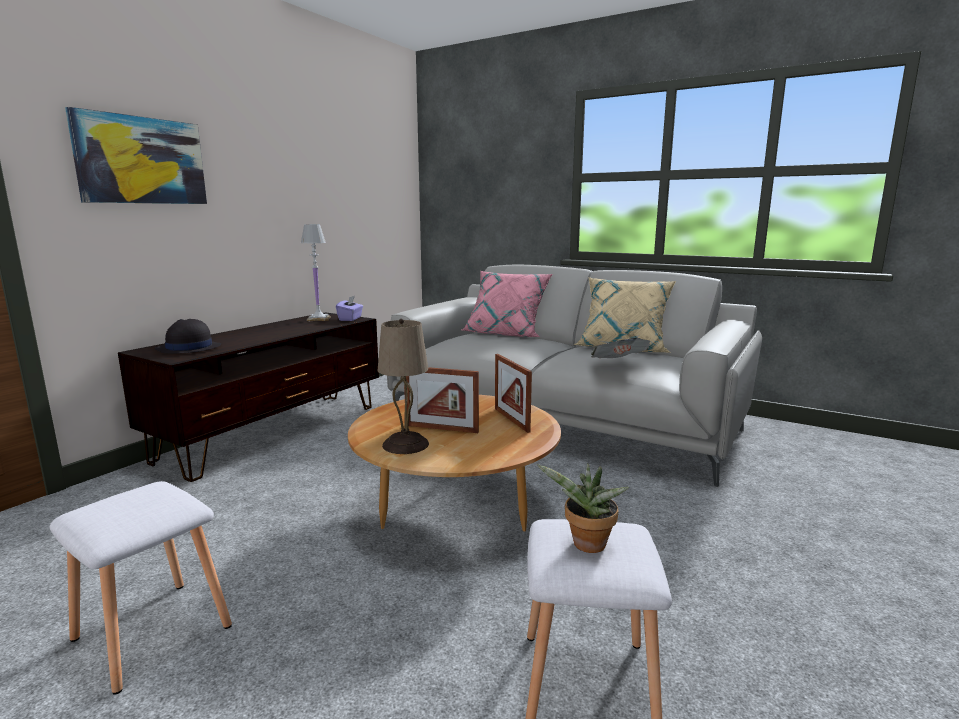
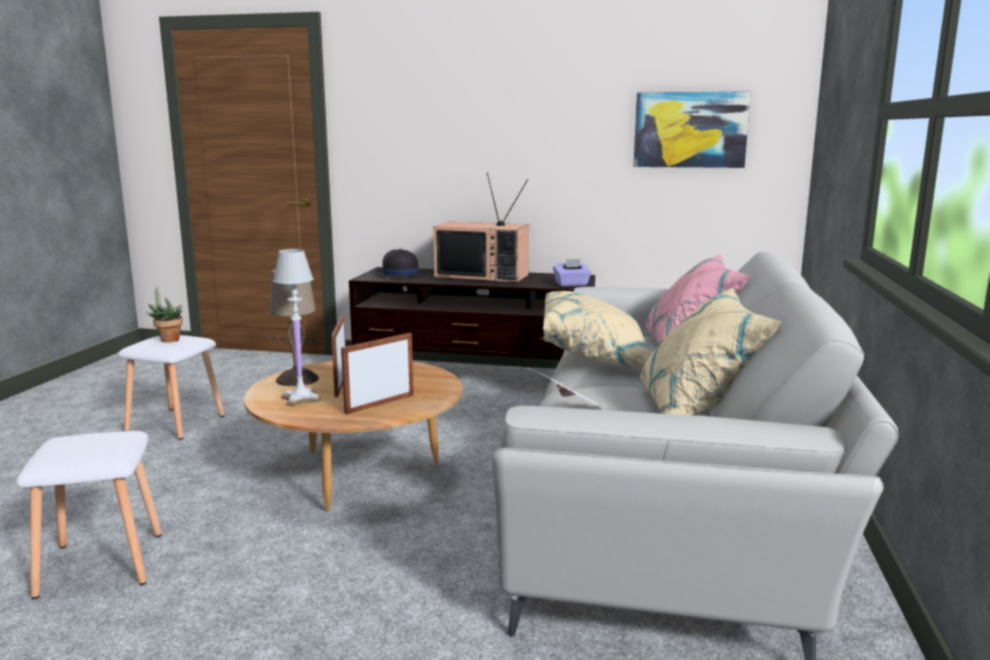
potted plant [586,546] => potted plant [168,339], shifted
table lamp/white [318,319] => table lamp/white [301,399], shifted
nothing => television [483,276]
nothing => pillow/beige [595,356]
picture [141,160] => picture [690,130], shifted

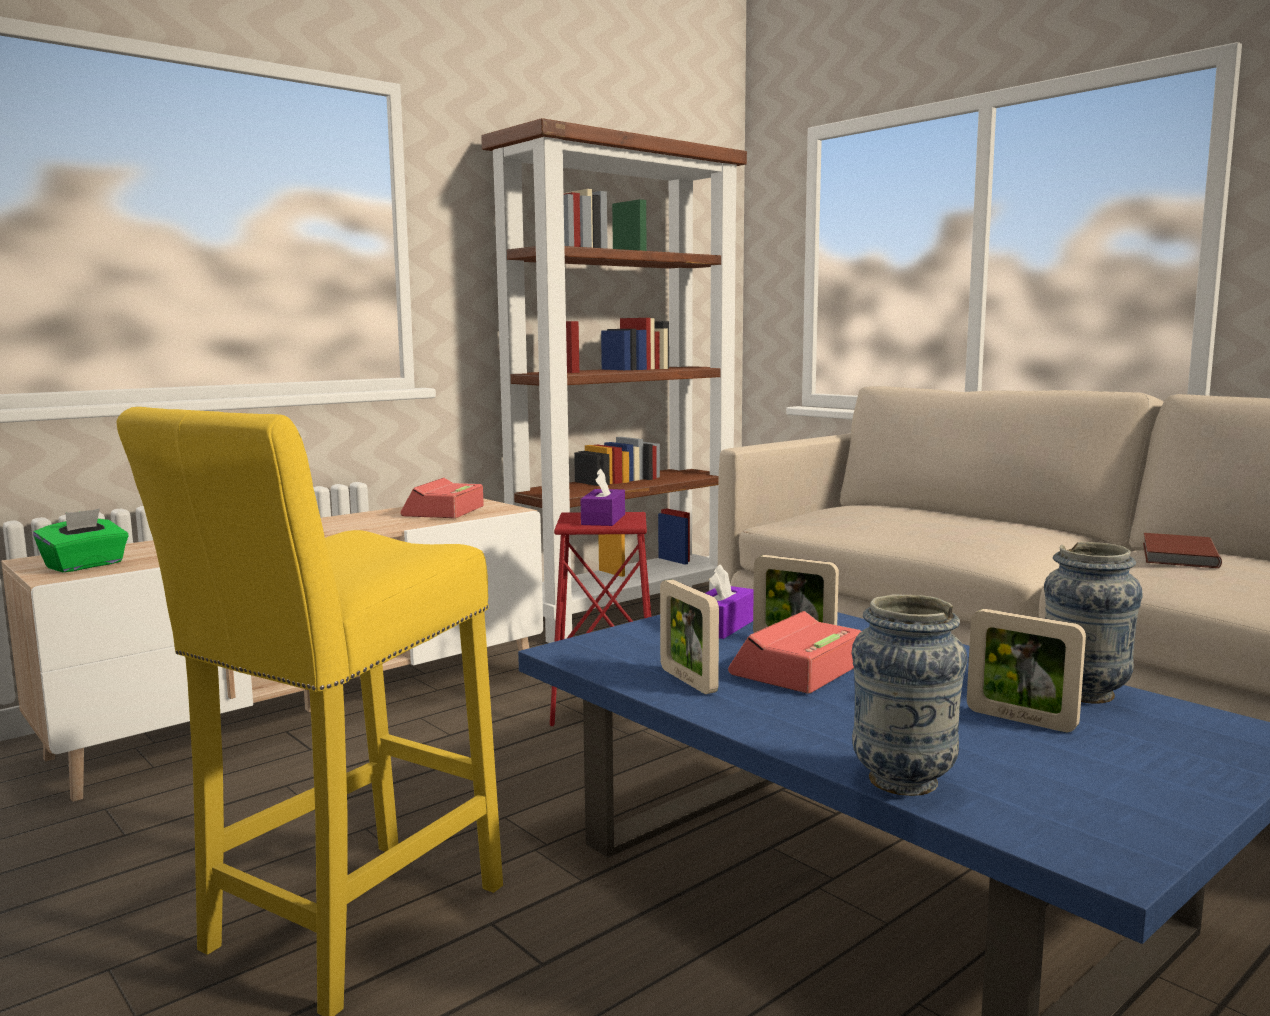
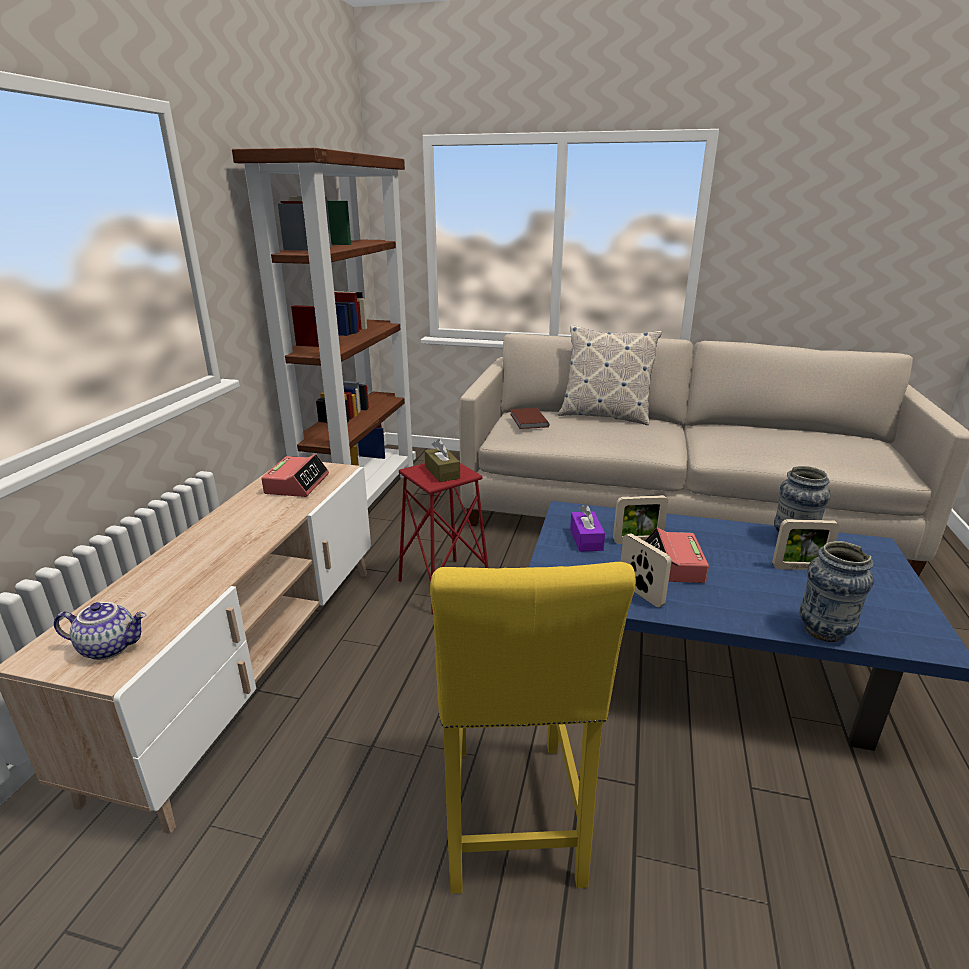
tissue box/green [85,565] => teapot [110,647]
alarm clock [443,512] => alarm clock [297,484], 150 degrees counterclockwise
tissue box/purple [603,519] => tissue box/brown [442,472]
book/brown [1176,555] => book/brown [528,420], shifted
nothing => pillow [604,416]
picture frame [688,680] => picture frame [640,594], 150 degrees counterclockwise

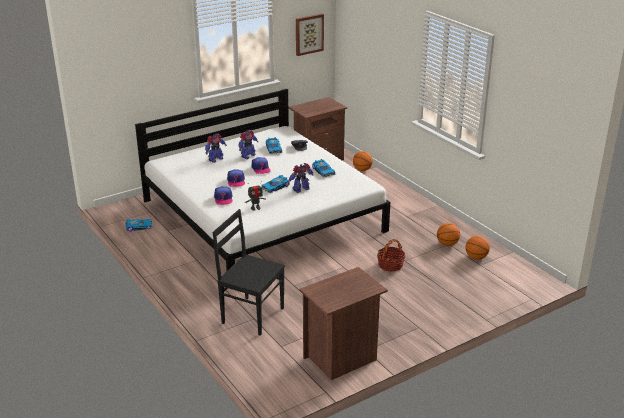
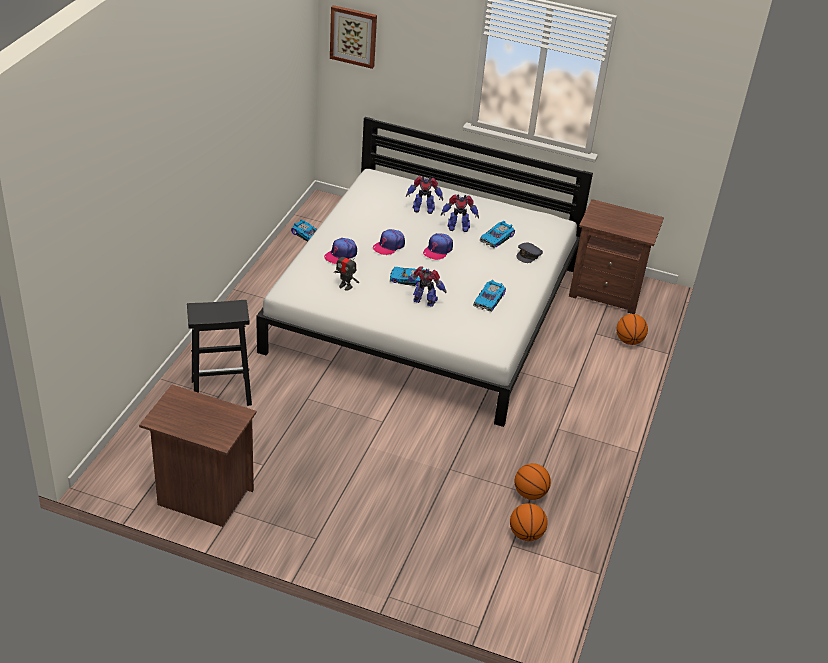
chair/black [251,315] => stool/black [222,392]
picture [309,34] => picture [353,36], shifted
basket [390,265] => nothing

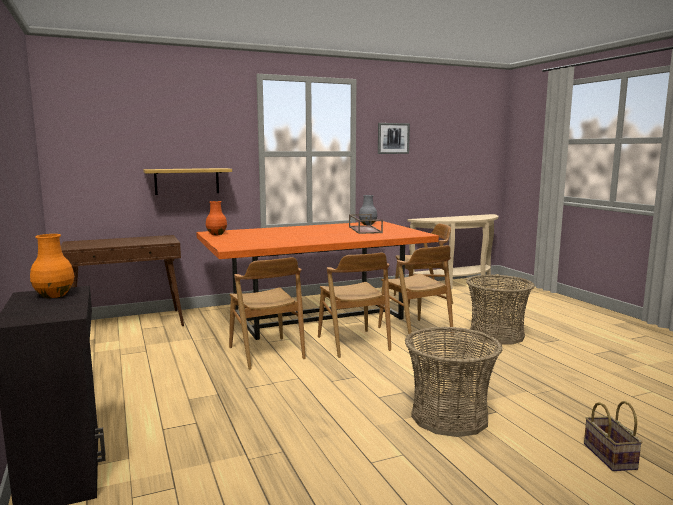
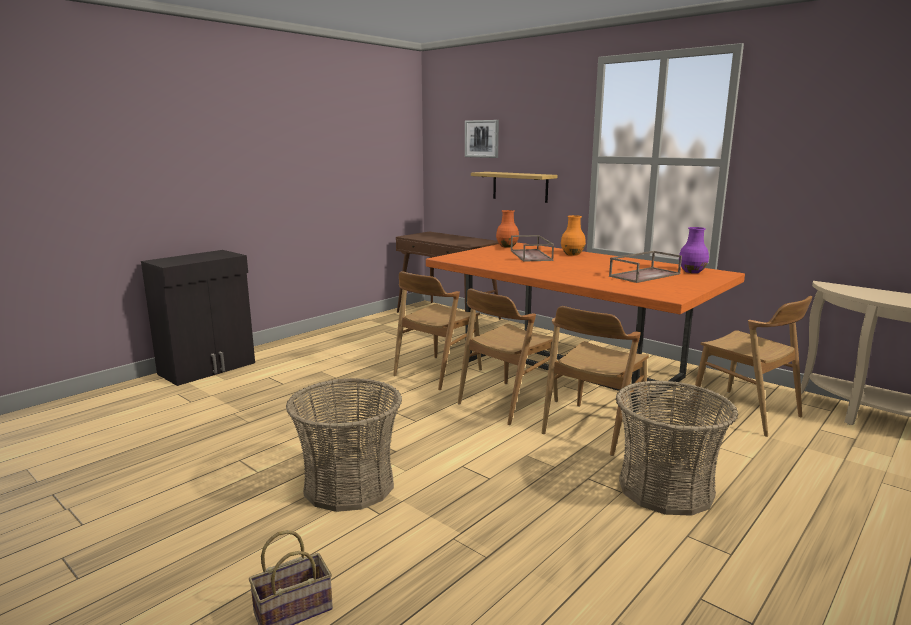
picture [393,138] => picture [482,139], shifted
nothing => tray/brown [531,255]
vase/orange [54,295] => vase/orange [572,254], shifted
vase/grey [367,224] => vase/purple [692,271]

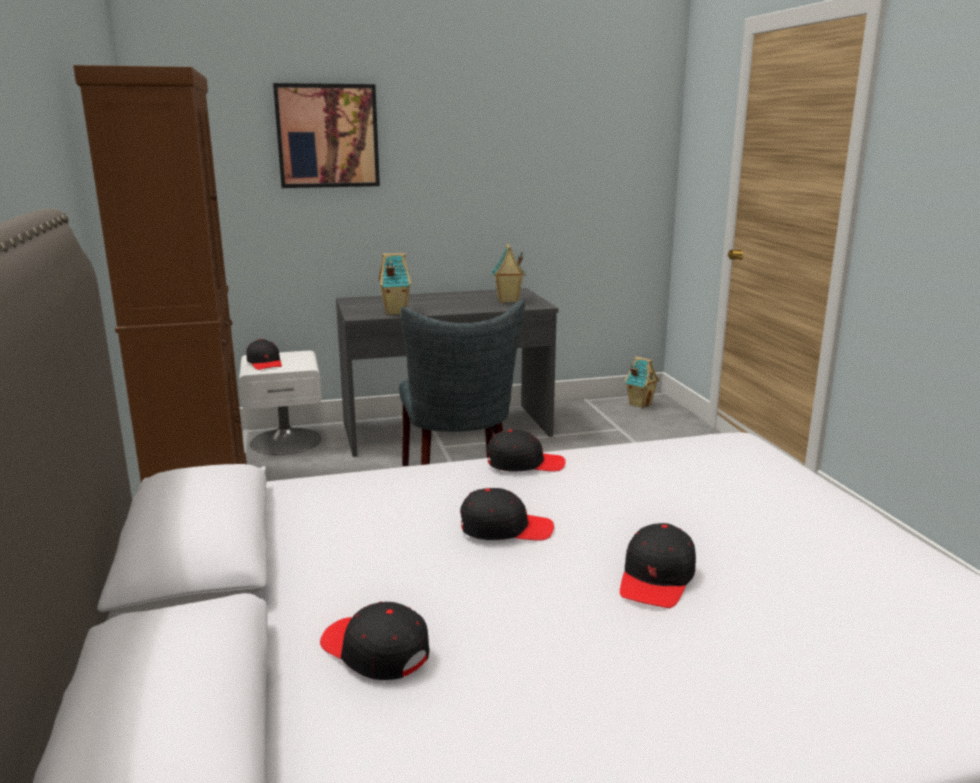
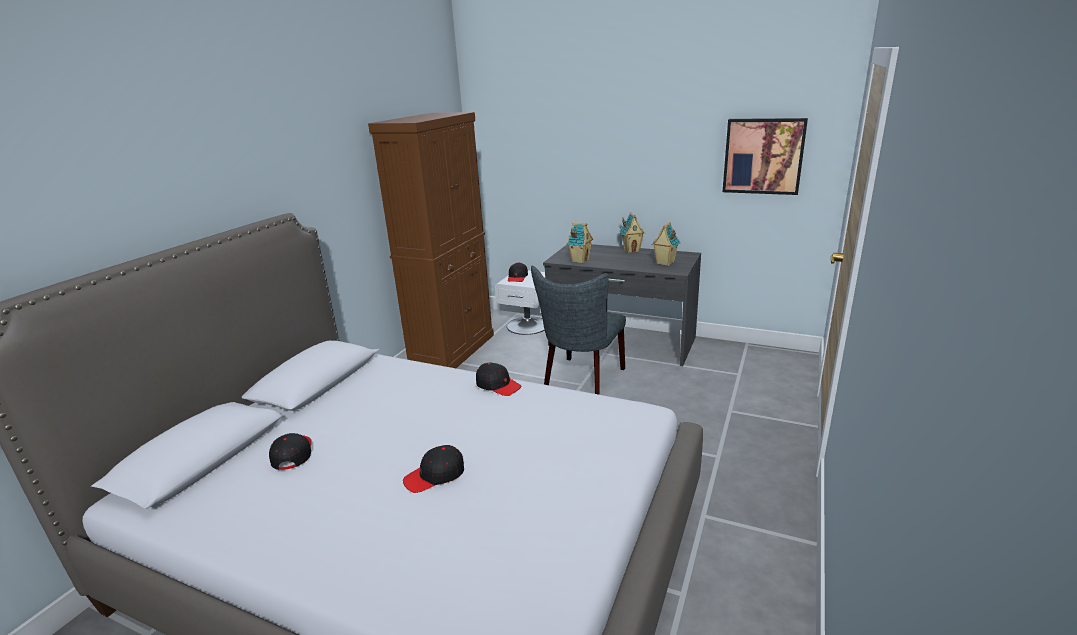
toy house [639,404] => toy house [632,250], shifted
picture [327,136] => picture [763,156], shifted
cap/black [505,528] => nothing

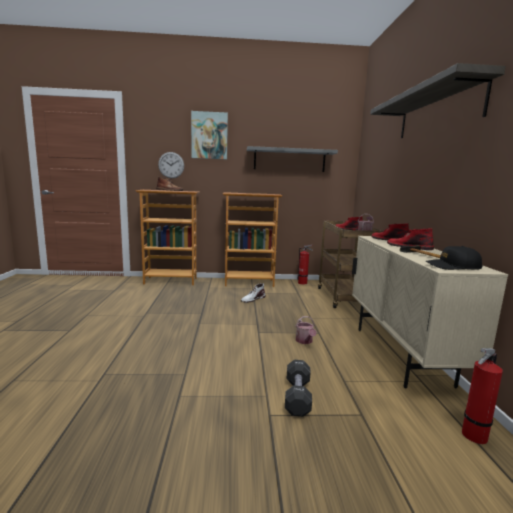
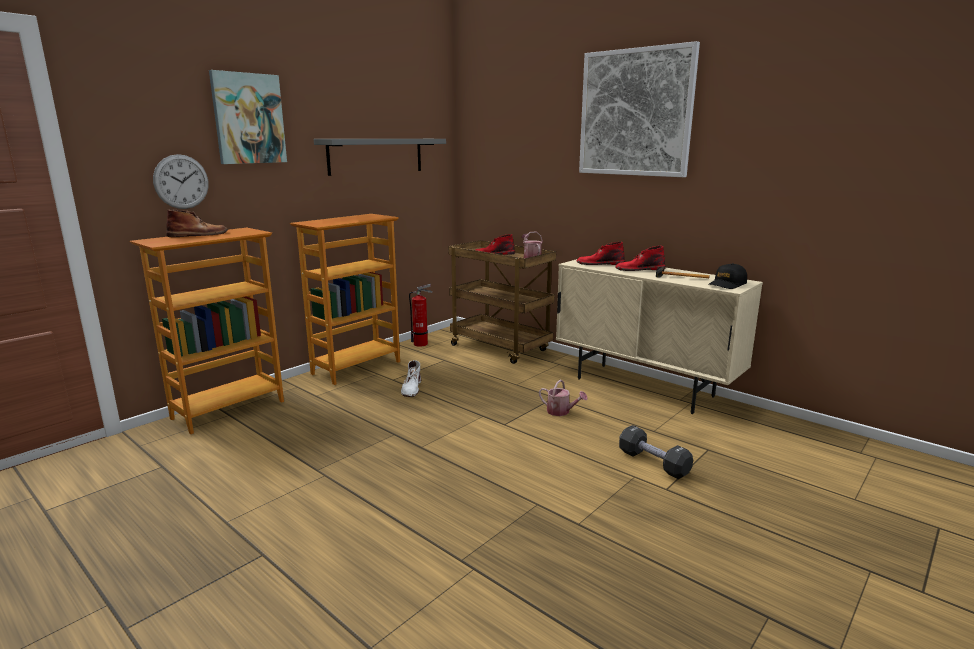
shelf [437,111] => picture [635,113]
fire extinguisher [473,436] => nothing

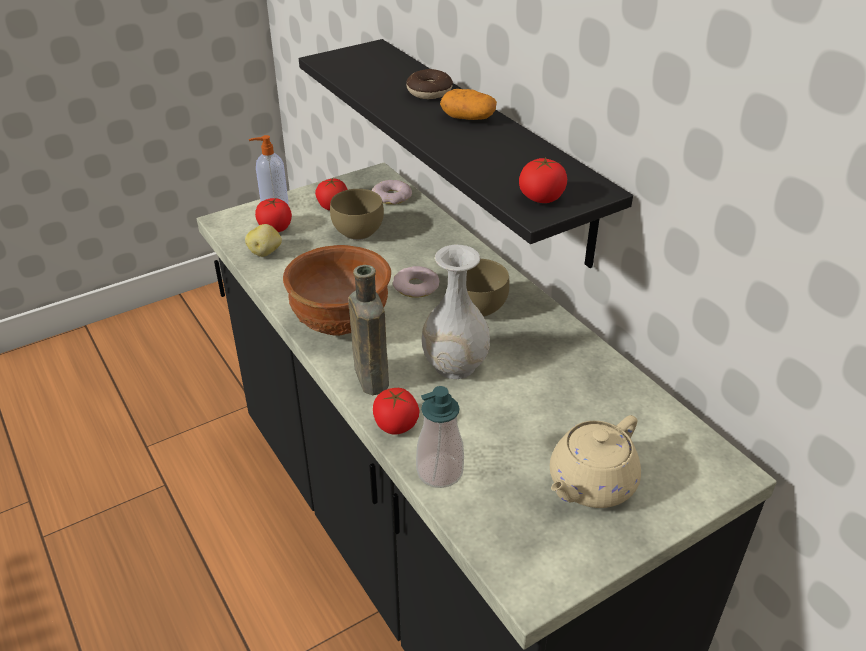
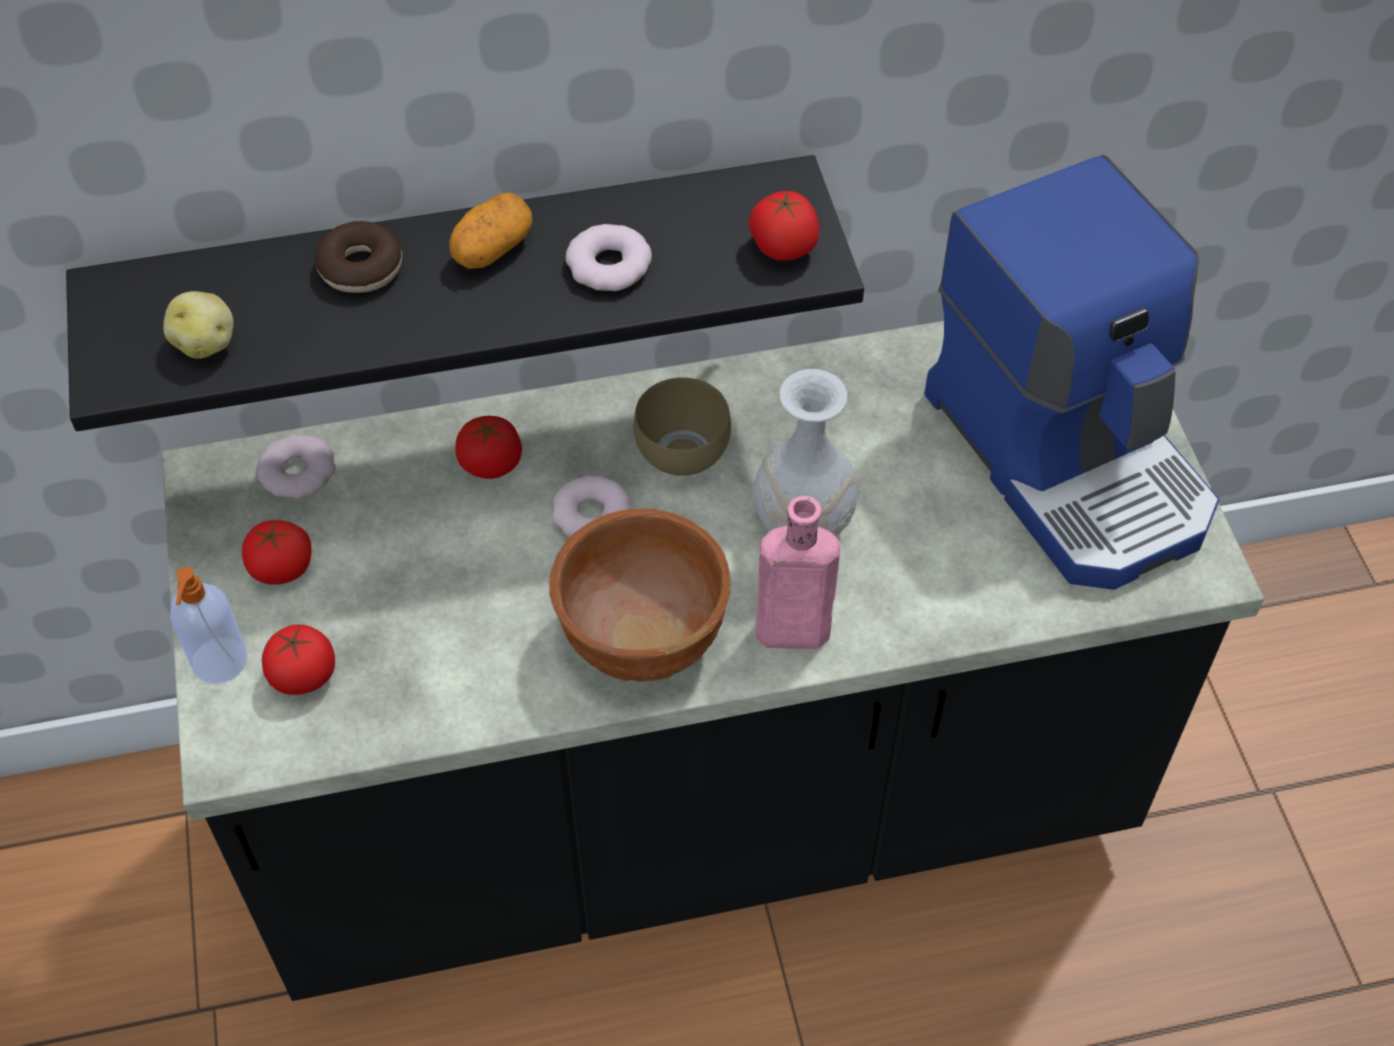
potato [265,252] => potato [206,343], shifted
tomato [396,424] => tomato [491,464], shifted
nothing => donut [609,265]
bottle/brown [370,376] => bottle/pink [787,632]
teapot/beige [590,484] => coffee machine [1071,458]
bowl/brown [360,232] => nothing
soap dispenser [439,471] => nothing

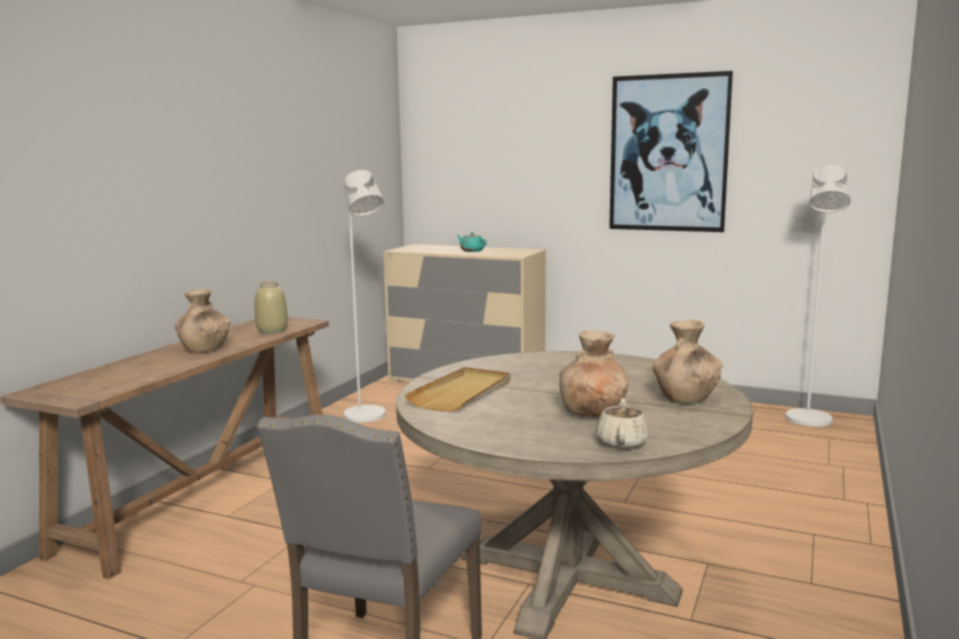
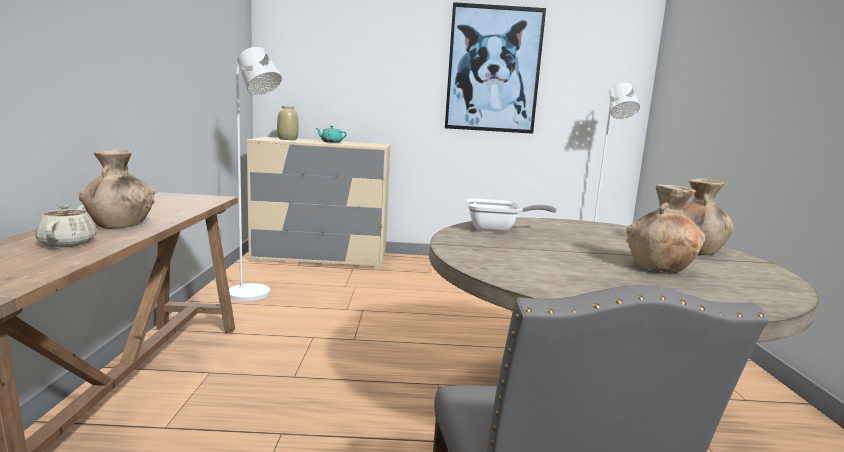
teapot/beige [621,442] => teapot/beige [68,243], shifted
vase/beige [272,331] => vase/beige [288,139], shifted
nothing => frying pan [497,230]
tray/beige [462,393] => nothing

